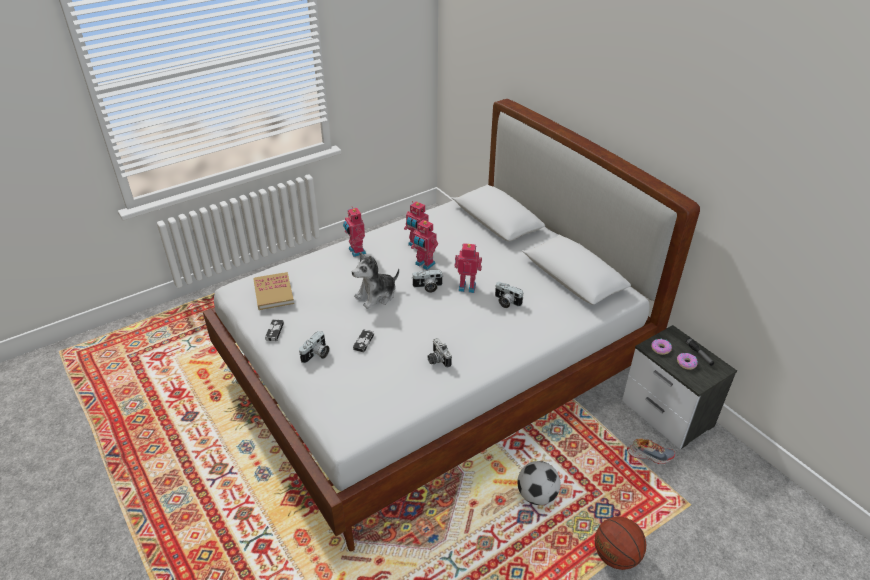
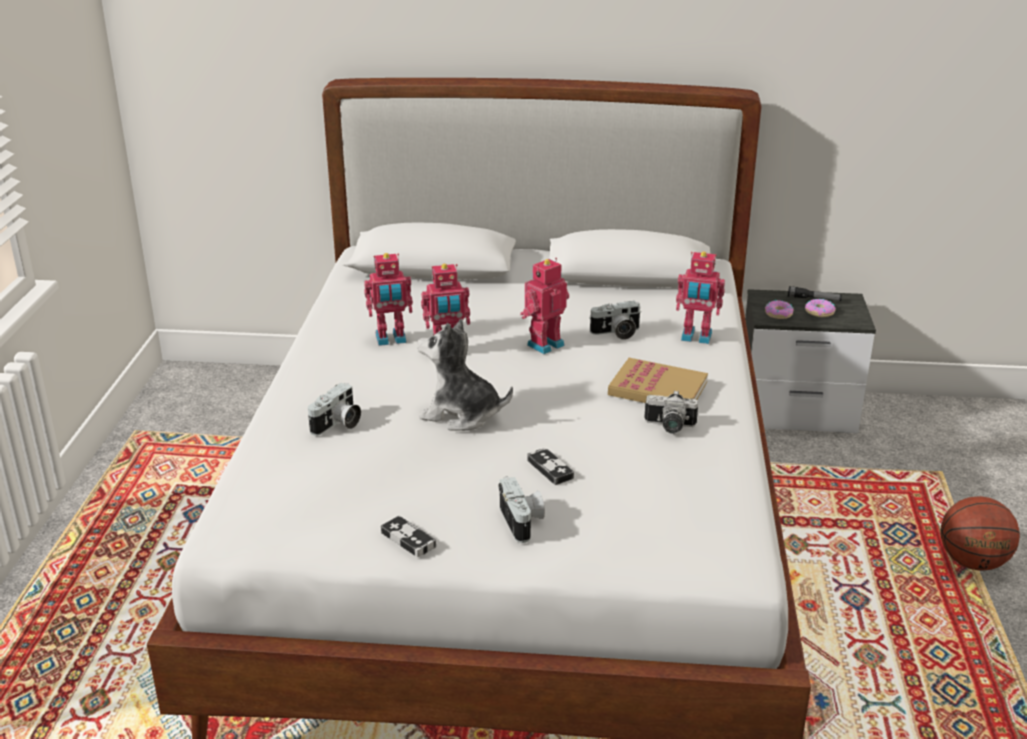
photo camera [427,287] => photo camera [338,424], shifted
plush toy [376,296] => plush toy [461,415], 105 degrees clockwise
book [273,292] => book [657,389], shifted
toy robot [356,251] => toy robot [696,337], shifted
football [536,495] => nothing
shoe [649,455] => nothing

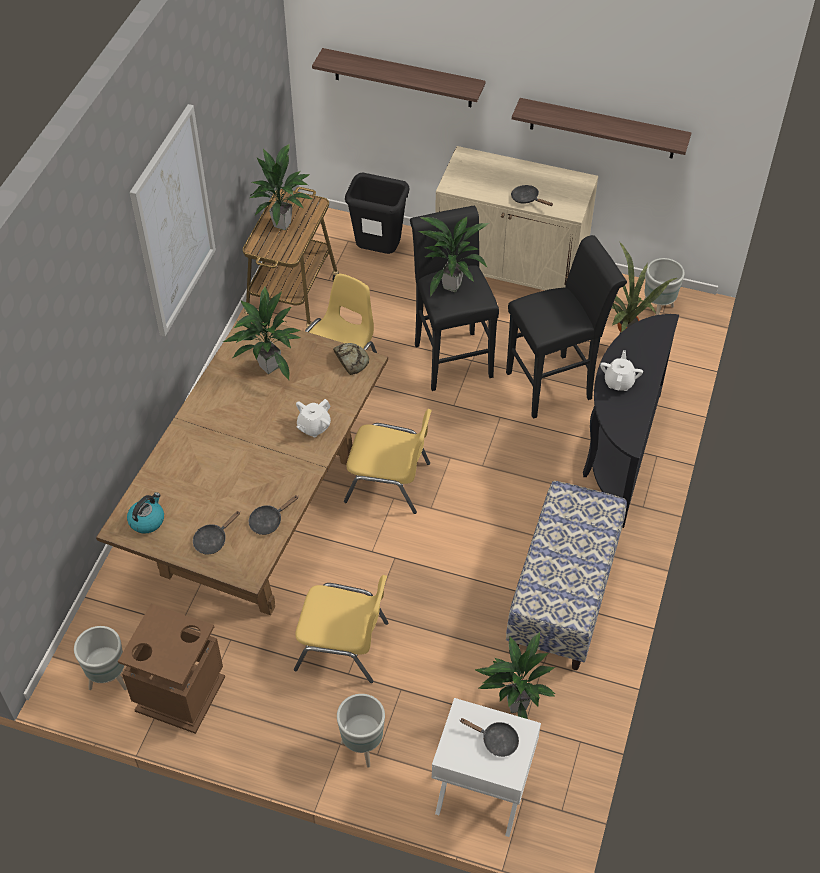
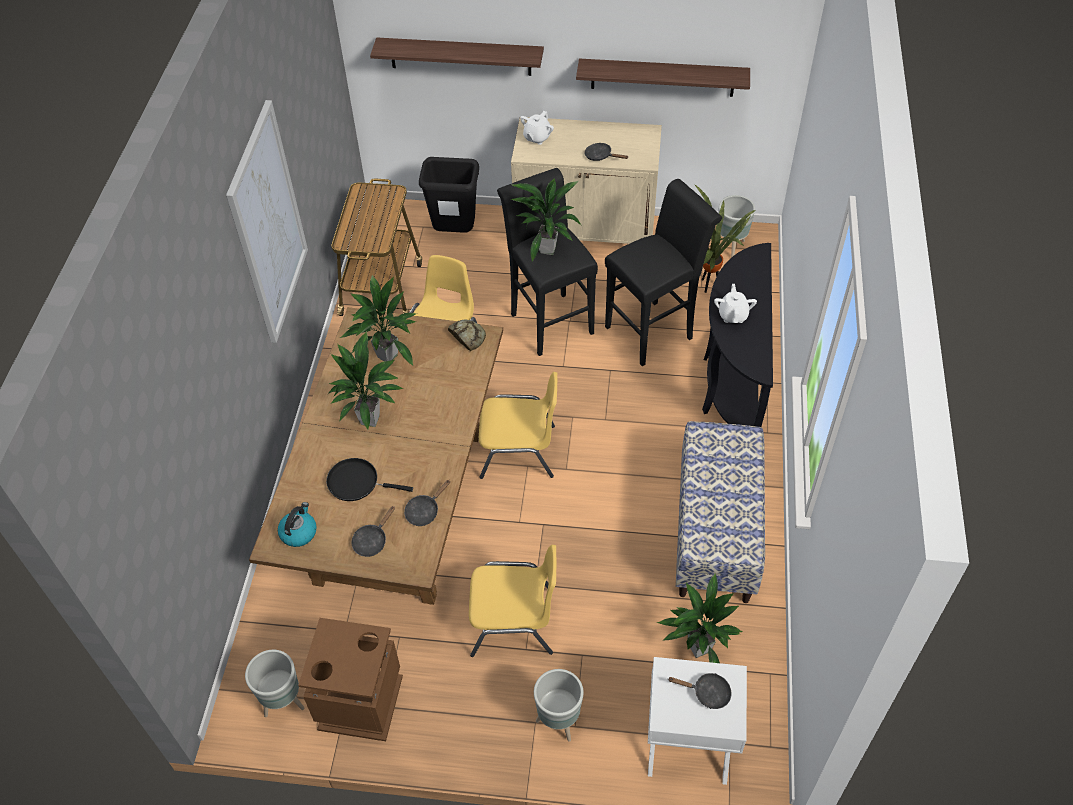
nothing => frying pan/black [357,482]
potted plant [283,224] => potted plant [371,419], shifted
teapot/white [313,427] => teapot/white [537,137], shifted

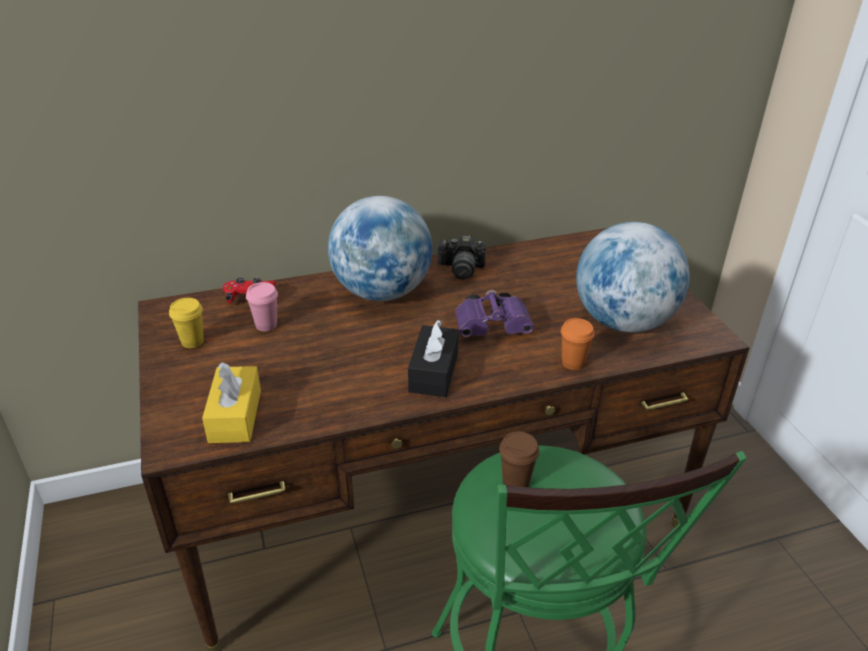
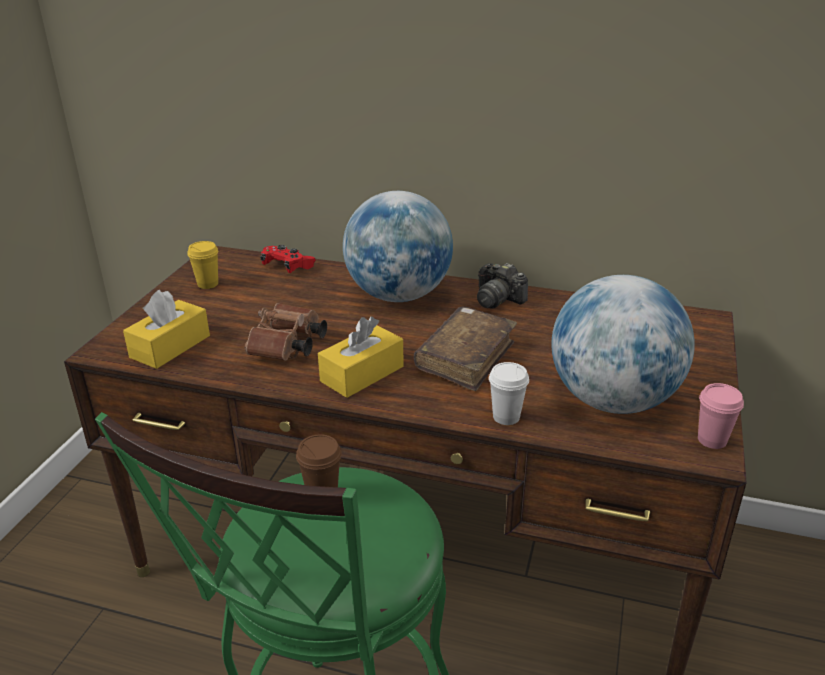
nothing => binoculars/brown [287,348]
tissue box/black [433,372] => tissue box/yellow [362,374]
binoculars/purple [494,327] => book/brown [466,358]
cup/orange [573,363] => cup/white [506,417]
cup/pink [266,325] => cup/pink [712,440], shifted

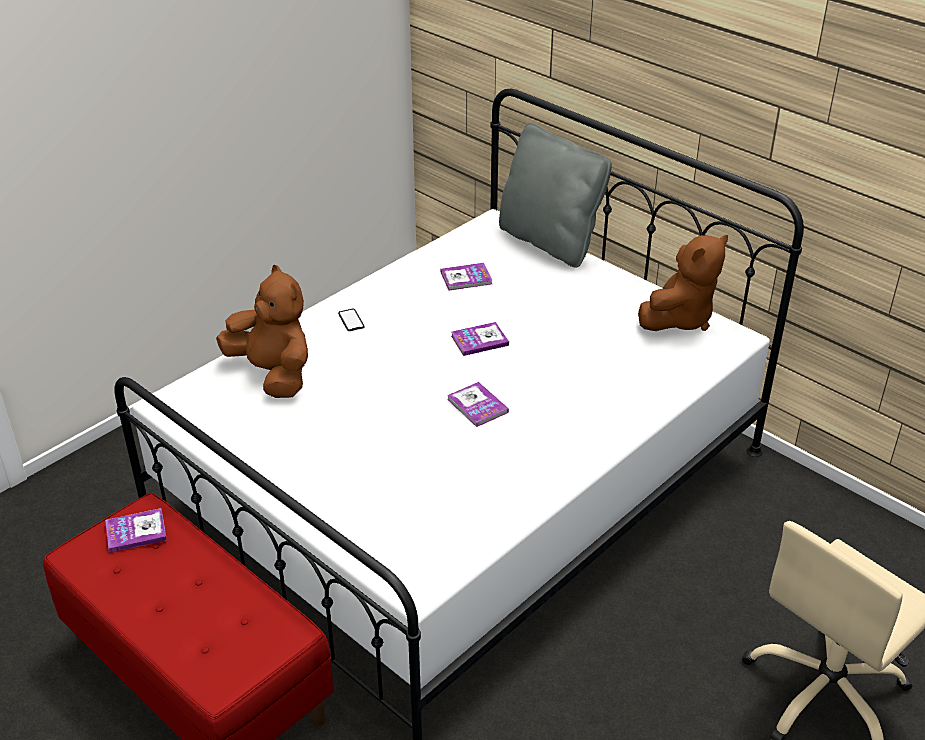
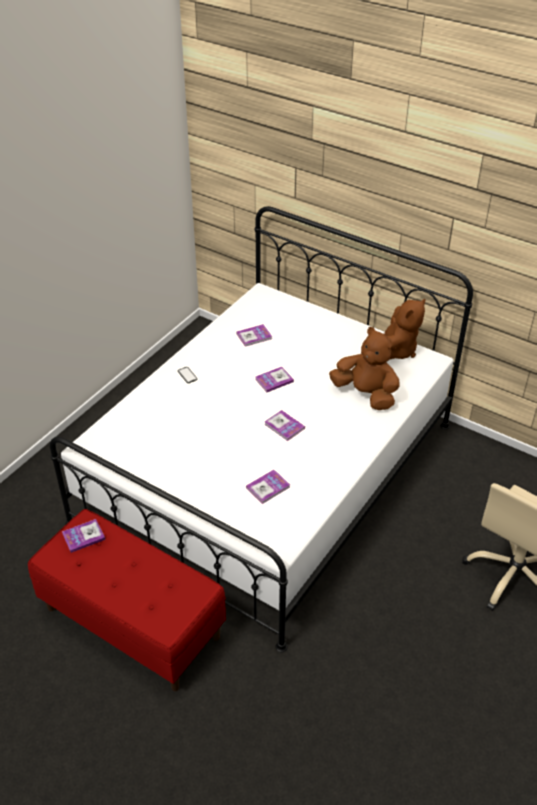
nothing => book [268,487]
plush toy/brown [273,374] => plush toy/brown [366,394], shifted
pillow/grey [550,242] => nothing

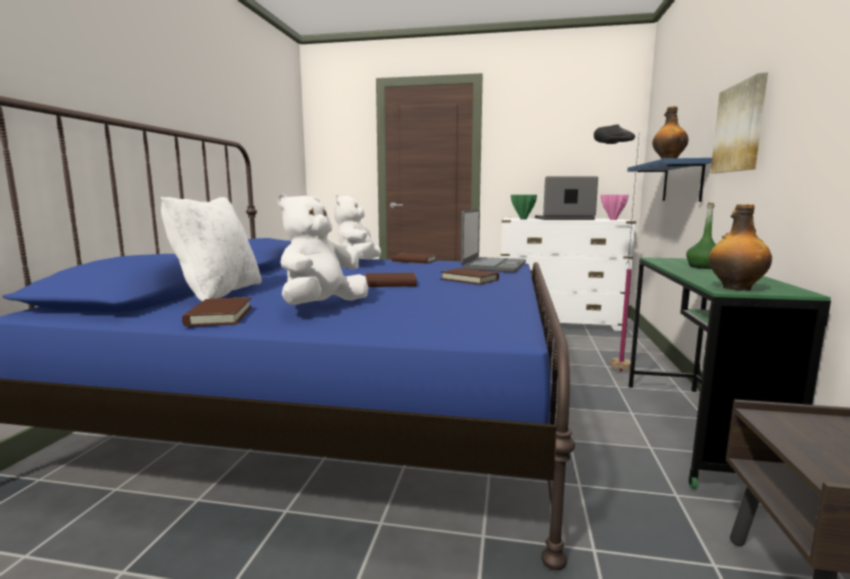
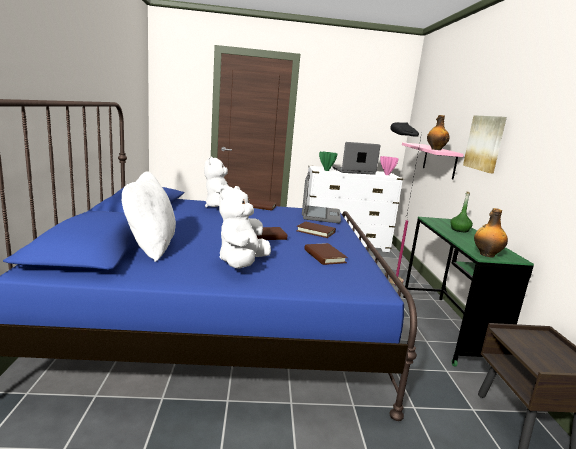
book/brown [219,316] => book/brown [324,256], shifted
shelf/blue [682,182] => shelf/pink [439,161]

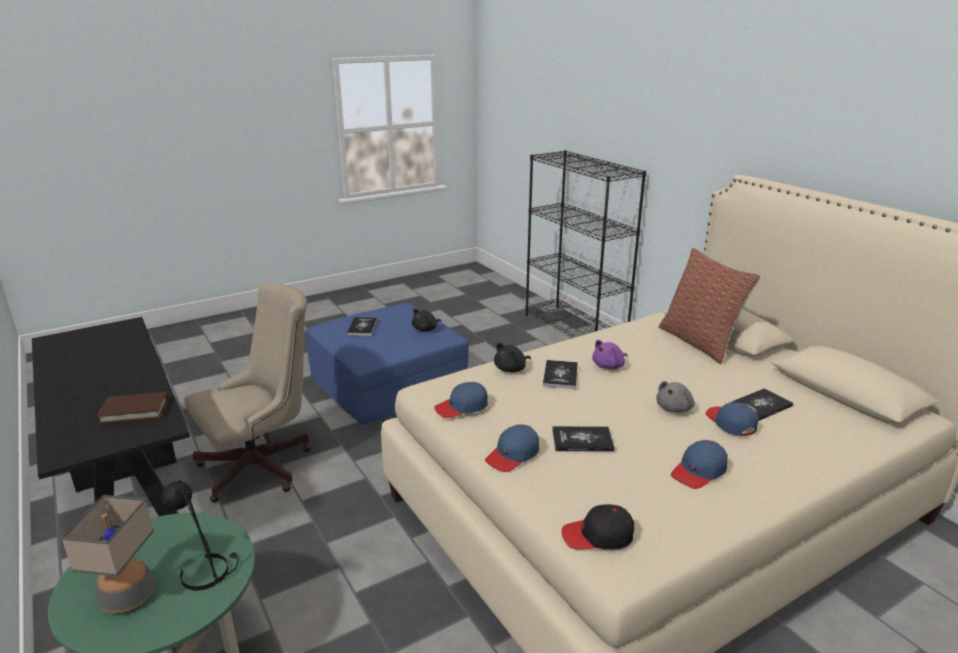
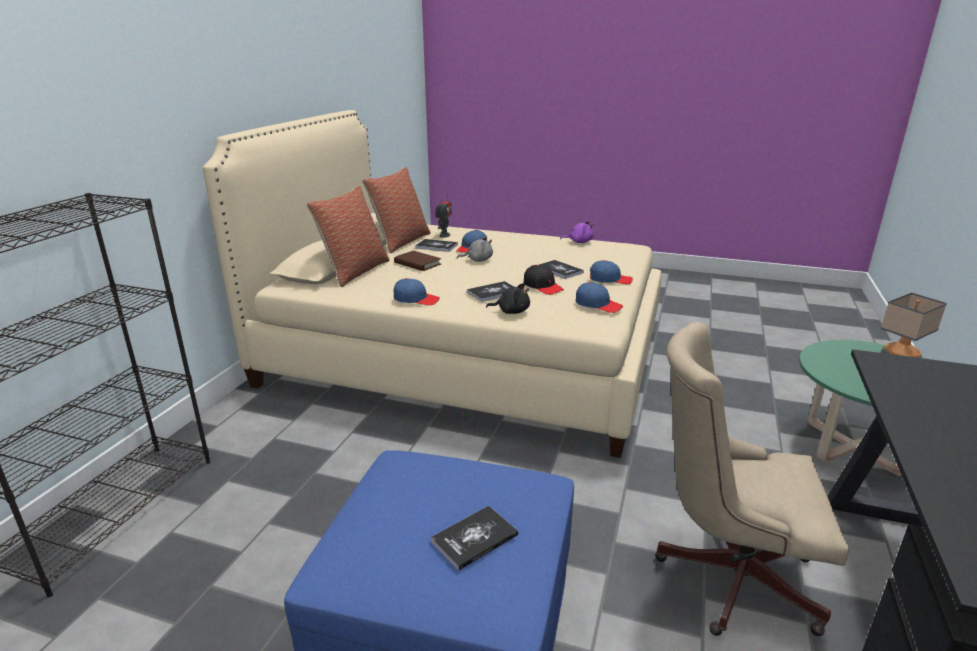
nothing => pillow [400,241]
book/brown [134,410] => book/brown [417,263], shifted
cap/blue [699,471] => cap/blue [416,299], shifted
nothing => toy robot [444,235]
cap/black [598,536] => cap/black [543,286], shifted
plush toy/purple [609,366] => plush toy/purple [579,242], shifted
table lamp/black [207,571] => nothing
plush toy/black [426,329] => nothing

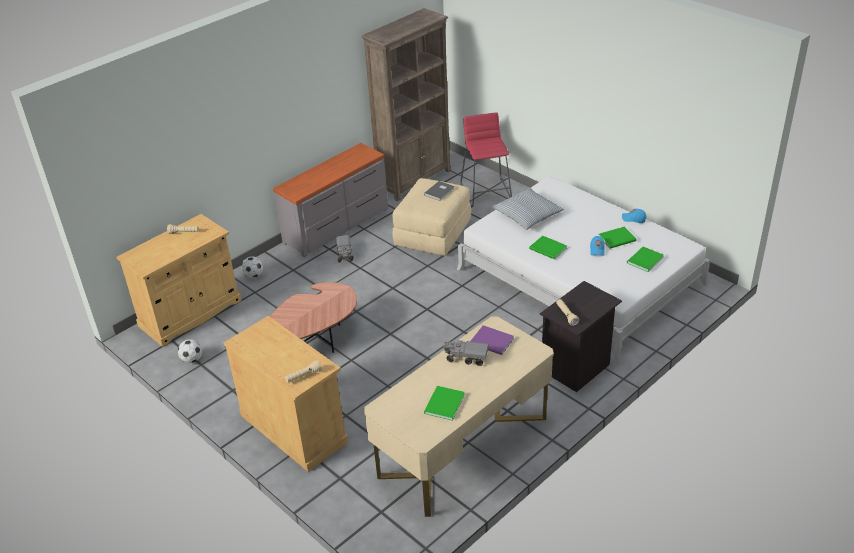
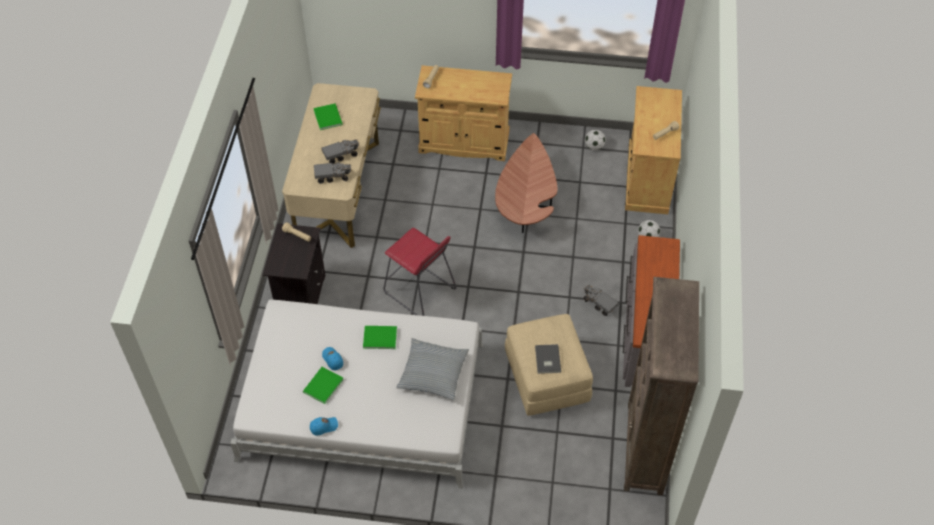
book/purple [492,342] => toy truck [333,176]
stool/red [486,192] => stool/red [419,291], shifted
book/green [643,260] => nothing

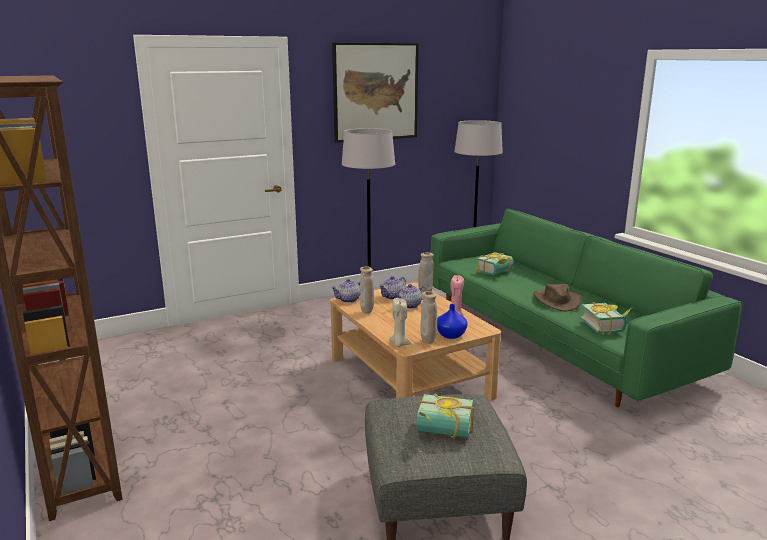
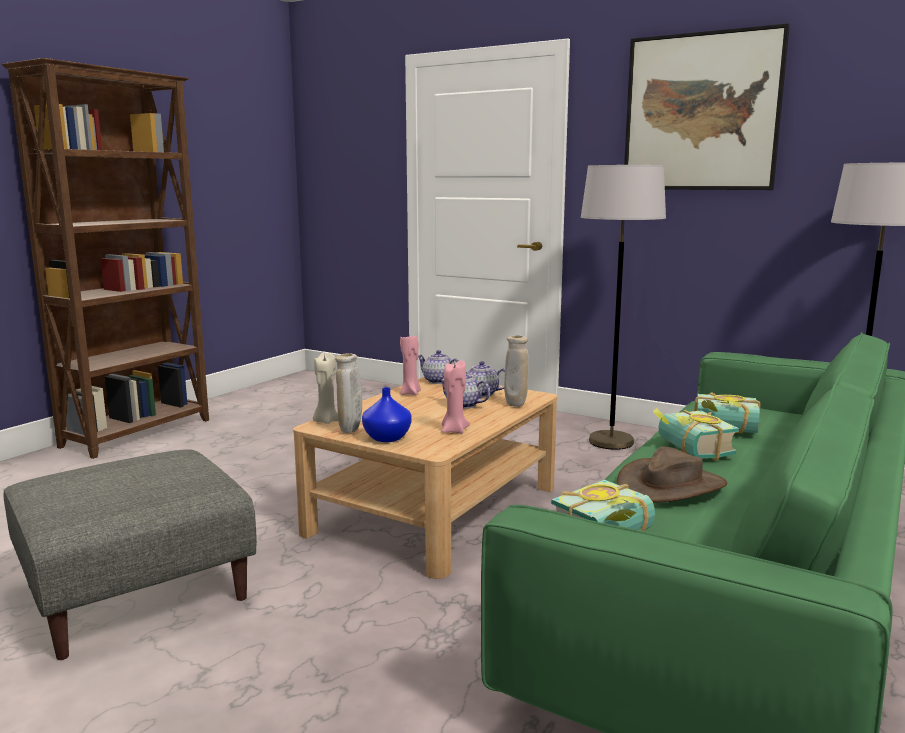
vase/beige [367,312] => candle/pink [410,393]
book [443,432] => book [688,451], shifted

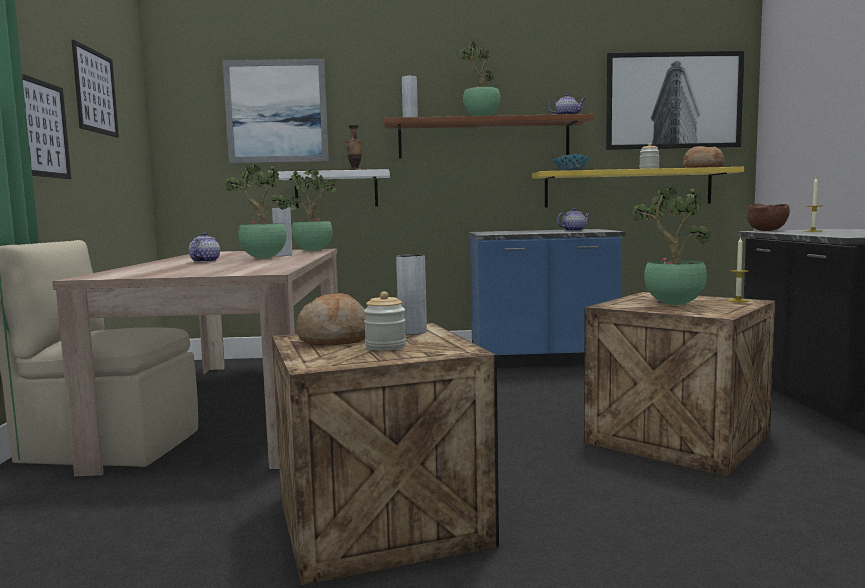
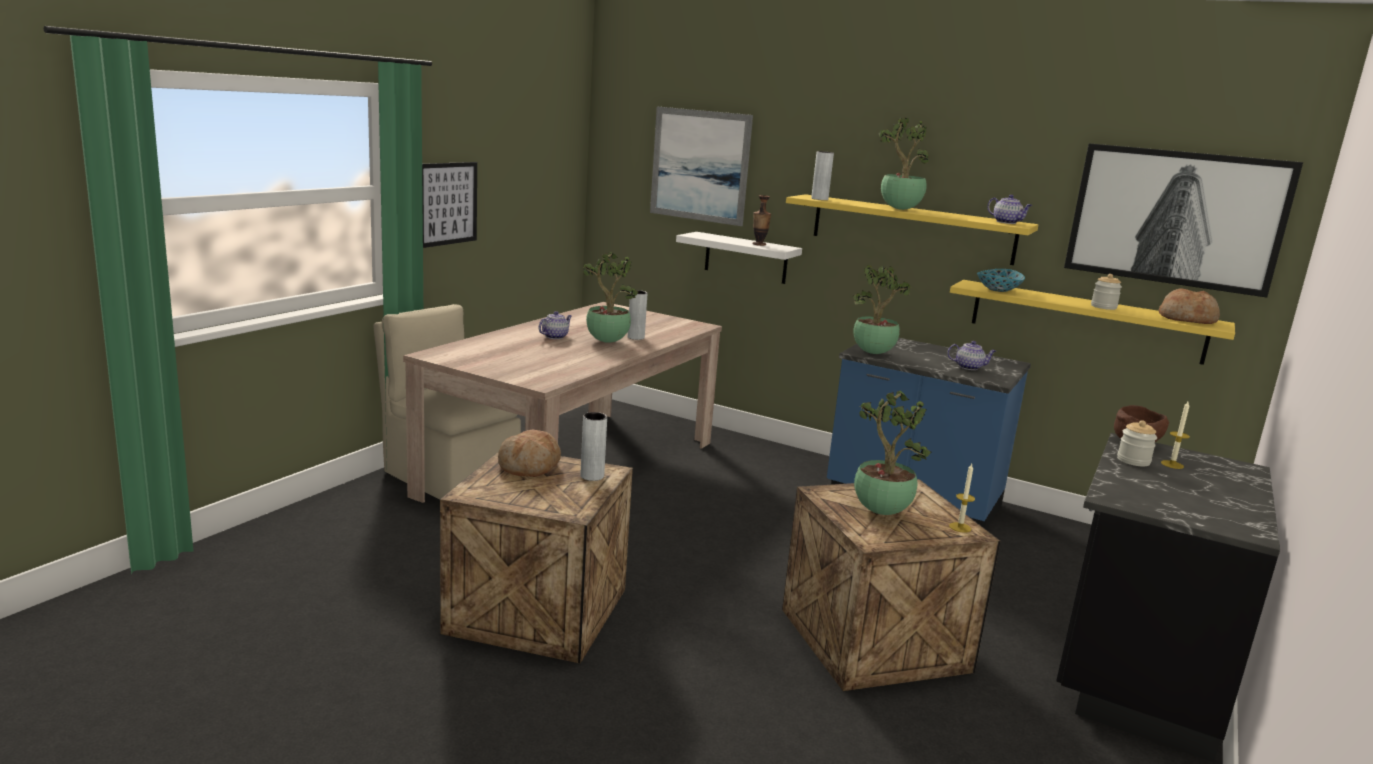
shelf/brown [484,139] => shelf/yellow [912,229]
potted plant [314,251] => potted plant [874,353], shifted
jar [385,347] => jar [1133,461], shifted
picture [95,91] => nothing

